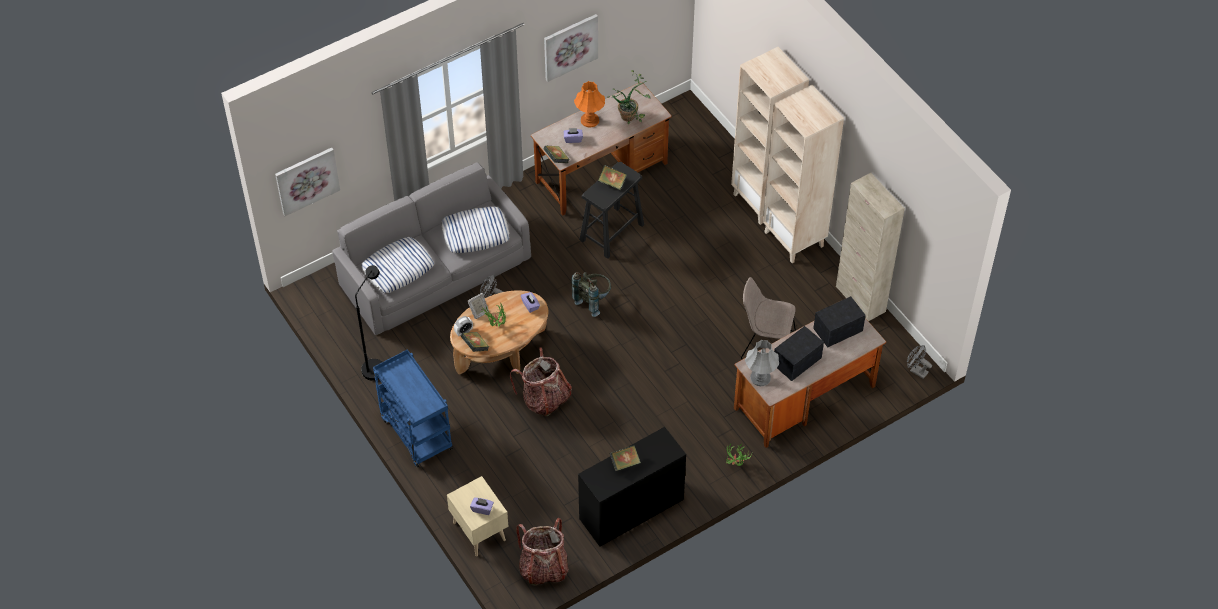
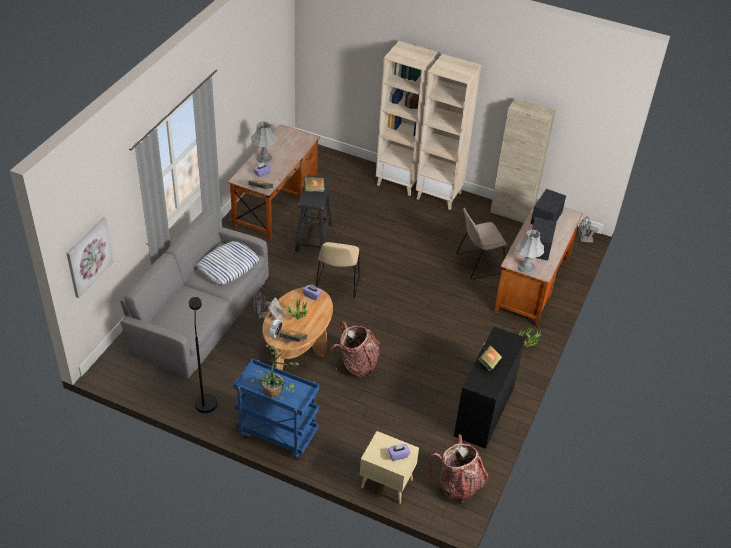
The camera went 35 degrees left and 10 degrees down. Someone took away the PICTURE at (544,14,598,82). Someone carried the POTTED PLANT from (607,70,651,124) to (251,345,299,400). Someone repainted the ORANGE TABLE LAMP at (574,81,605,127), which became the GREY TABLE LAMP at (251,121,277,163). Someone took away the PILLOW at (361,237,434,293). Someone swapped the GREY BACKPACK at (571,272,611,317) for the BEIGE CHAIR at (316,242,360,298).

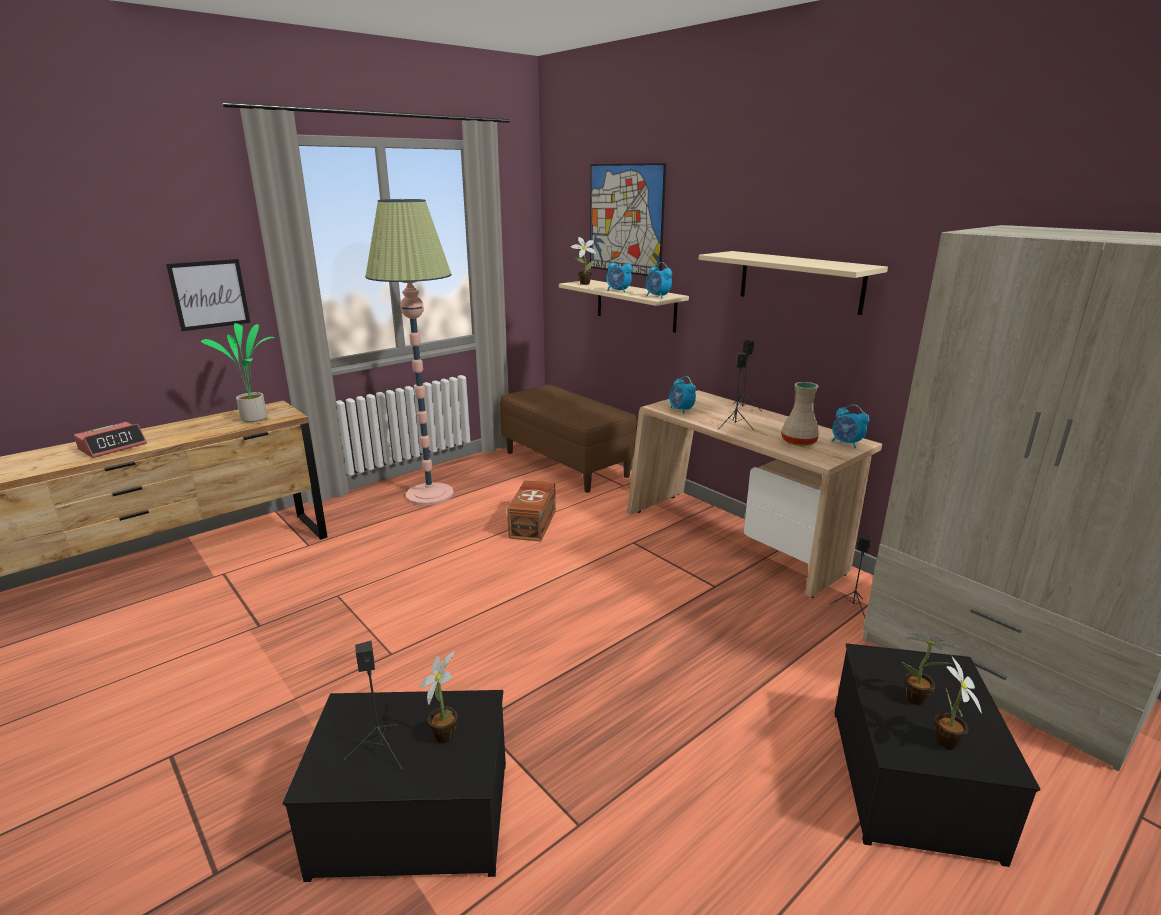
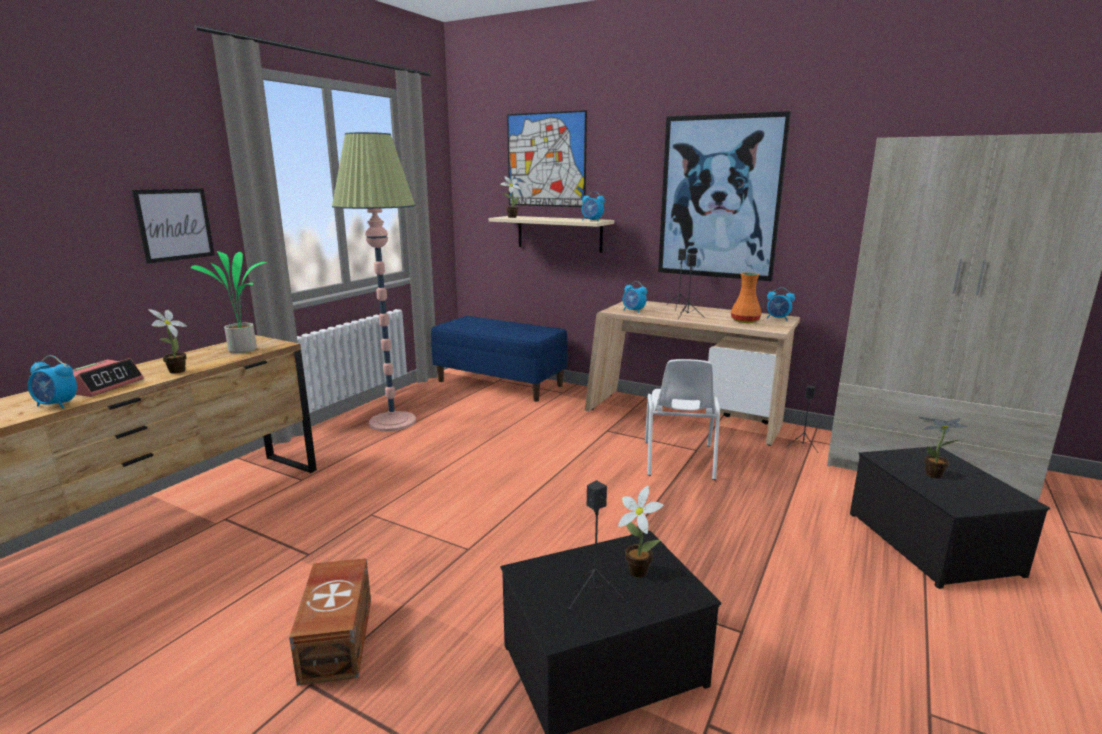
The camera went 20 degrees left and 5 degrees down. Someone swapped the BEIGE SHELF at (699,251,888,315) for the PICTURE at (658,111,791,281). Someone carried the ALARM CLOCK from (606,258,633,293) to (28,355,77,409). Someone repainted the BEIGE VASE at (781,382,820,446), which became the ORANGE VASE at (731,272,762,323). Someone repainted the BROWN BENCH at (500,384,637,493), which became the BLUE BENCH at (431,316,568,402). Someone carried the BROWN STORAGE BOX from (507,480,556,541) to (289,558,371,686). Someone carried the POTTED PLANT from (934,657,982,750) to (148,309,187,374). Someone put down the WHITE CHAIR at (645,359,720,480).

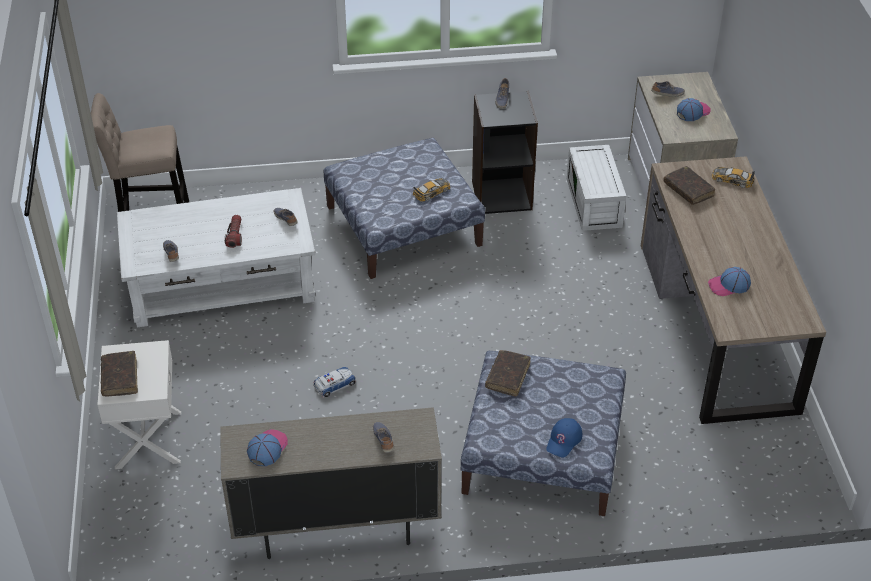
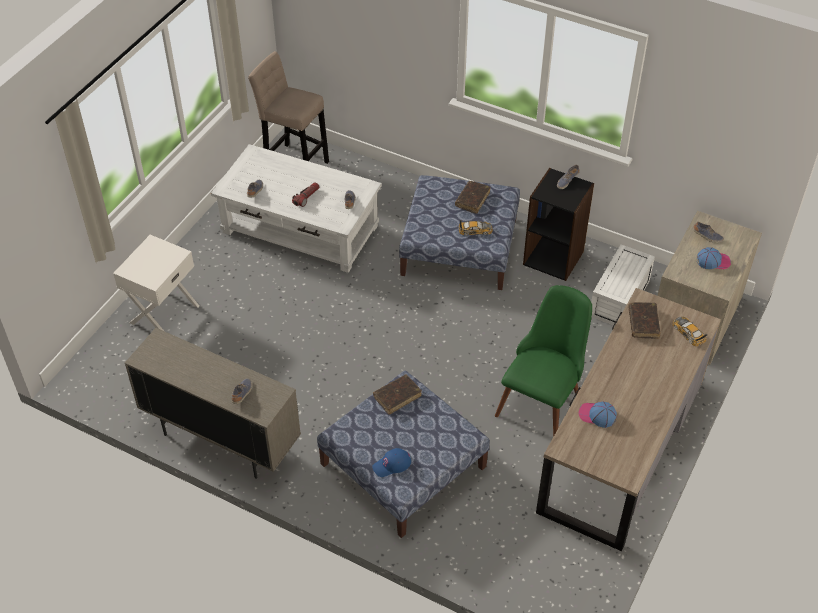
The camera went 35 degrees right and 5 degrees up. Someone carried the BROWN BOOK from (101,351,138,396) to (455,181,490,214). Someone took away the TOY CAR at (313,367,356,398). Someone took away the CAP at (247,429,288,466). Someone put down the GREEN CHAIR at (495,285,592,437).

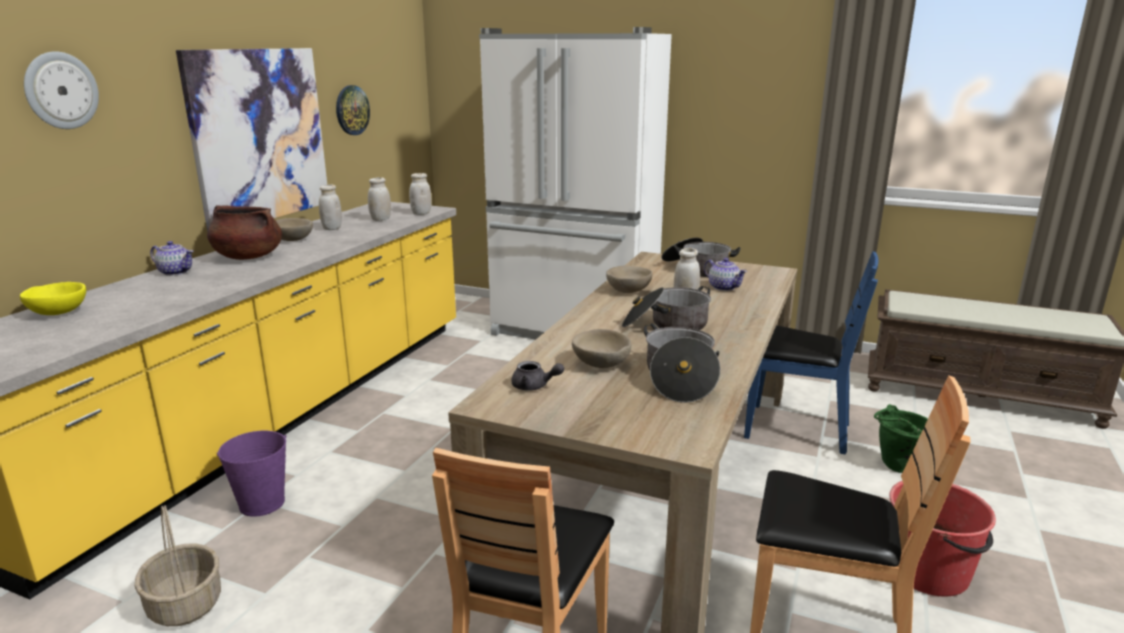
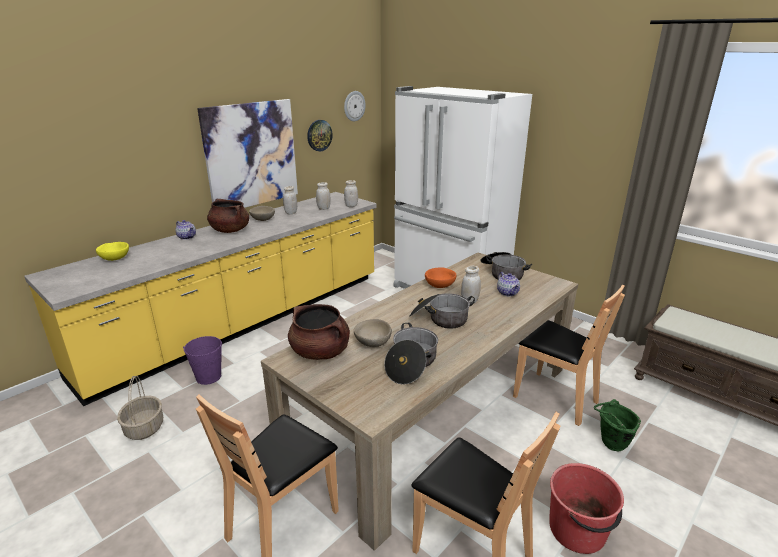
The camera went 20 degrees right and 5 degrees up. Someone carried the WALL CLOCK from (24,51,99,129) to (344,91,366,121). Someone repainted the BLUE CHAIR at (744,251,879,454), which became the BROWN CHAIR at (513,285,625,426). Someone repainted the BEIGE BOWL at (606,266,653,293), which became the ORANGE BOWL at (425,267,456,288). Someone swapped the GREY TEAPOT at (512,361,564,390) for the BROWN COOKING POT at (288,304,350,360).

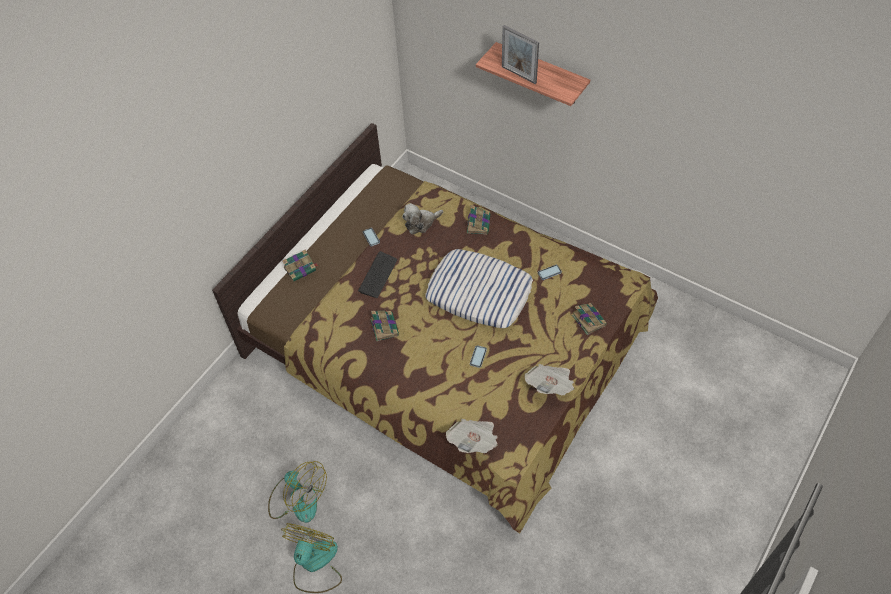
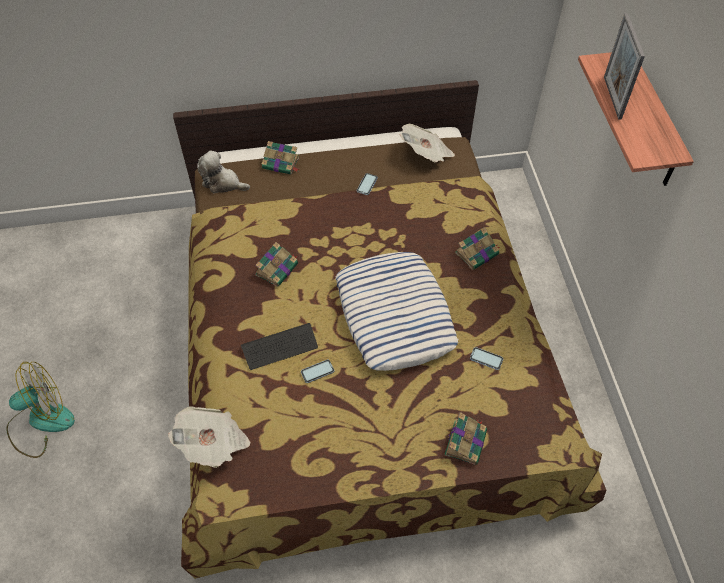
The camera went 45 degrees right and 0 degrees up. Someone carried the PLUSH TOY from (402,203,443,234) to (198,151,250,193). Someone carried the KEYBOARD from (358,251,397,298) to (241,323,318,370). Someone carried the NEWSPAPER from (524,364,574,395) to (400,124,455,162). Someone took away the FAN at (268,461,327,523).

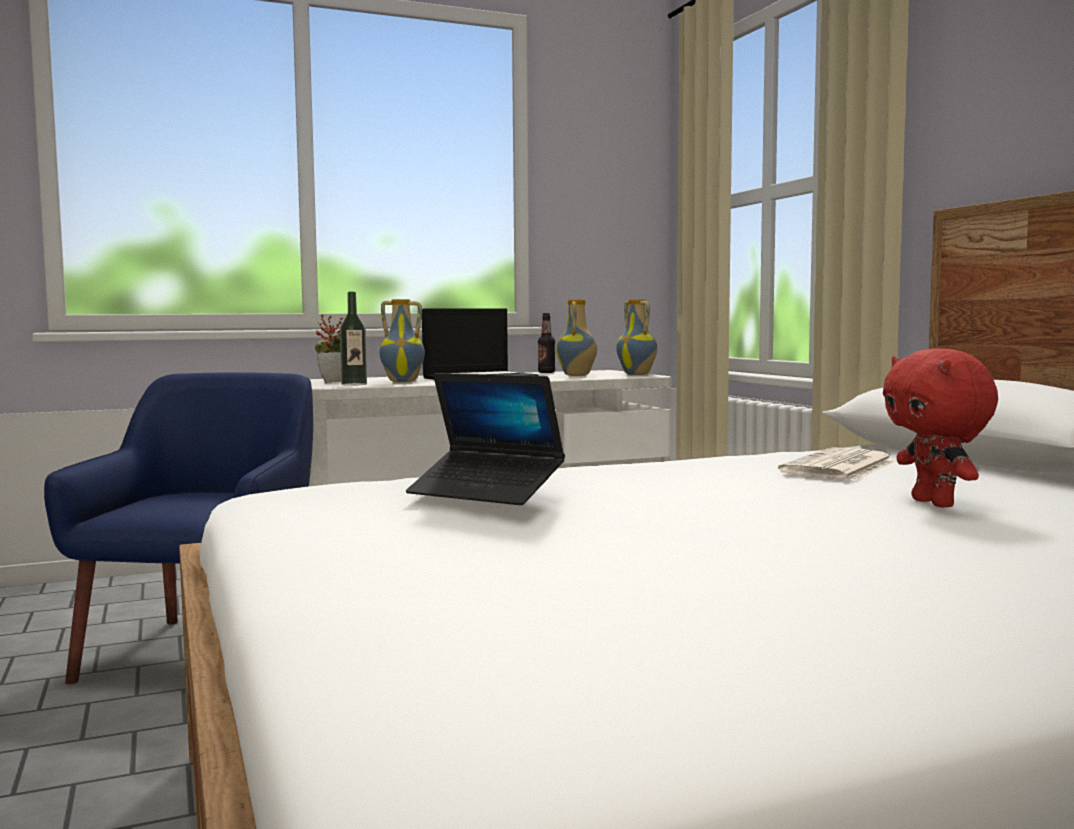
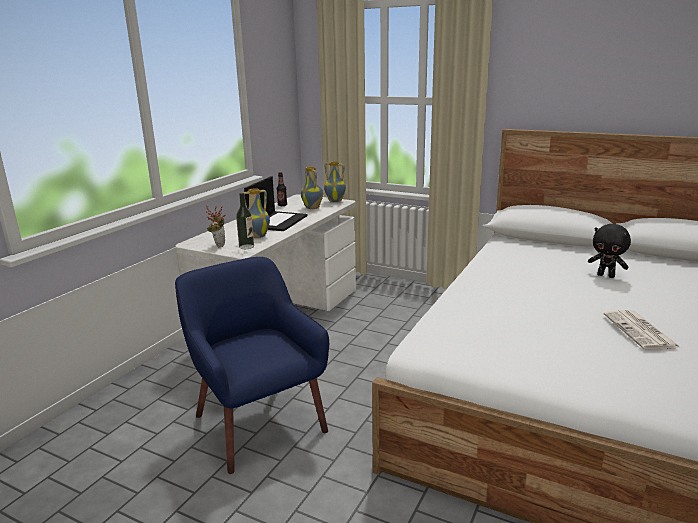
The camera went 40 degrees left and 15 degrees up. Someone repainted the RED PLUSH TOY at (883,348,998,507), which became the BLACK PLUSH TOY at (588,224,631,278). Someone took away the LAPTOP at (406,373,565,505). Someone carried the NEWSPAPER from (778,447,895,481) to (604,310,681,350).

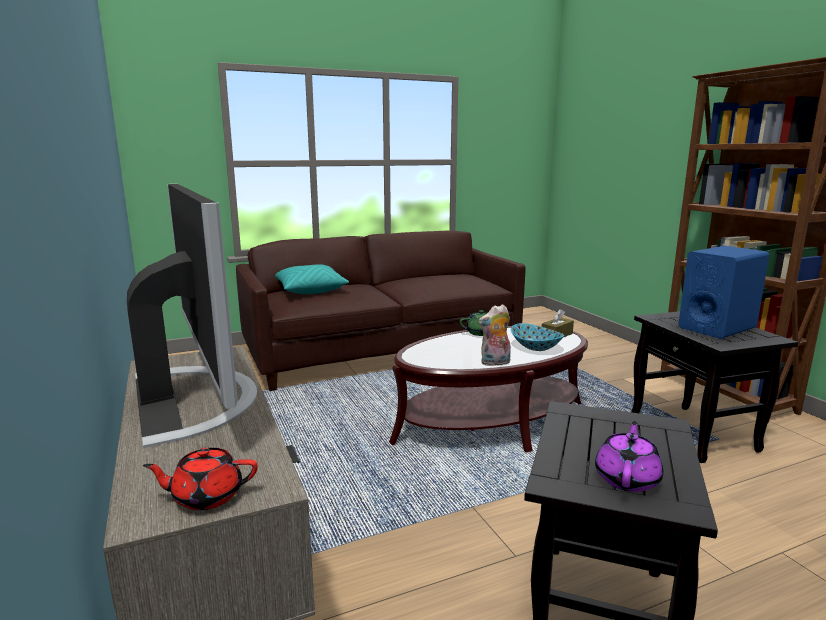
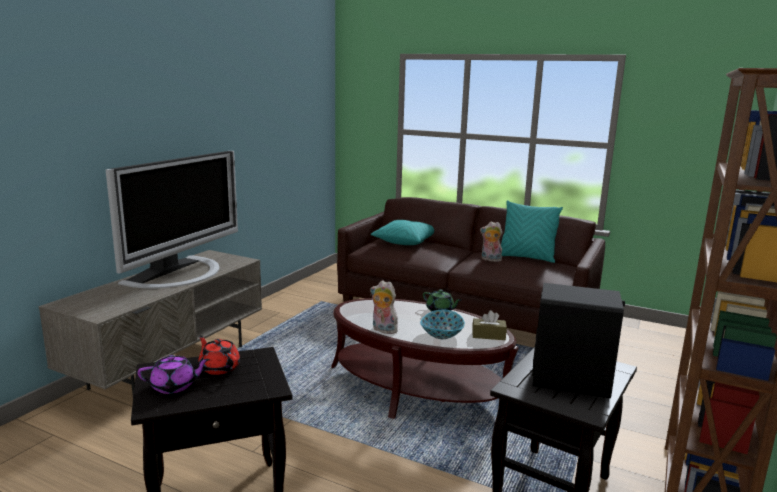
The camera went 50 degrees right and 0 degrees up. Someone repainted the BLUE SPEAKER at (678,246,769,339), which became the BLACK SPEAKER at (532,283,625,398). Someone carried the RED TEAPOT from (143,448,258,510) to (198,336,240,375). Someone put down the TURQUOISE PILLOW at (501,200,563,263). Someone put down the PLUSH TOY at (480,222,502,262).

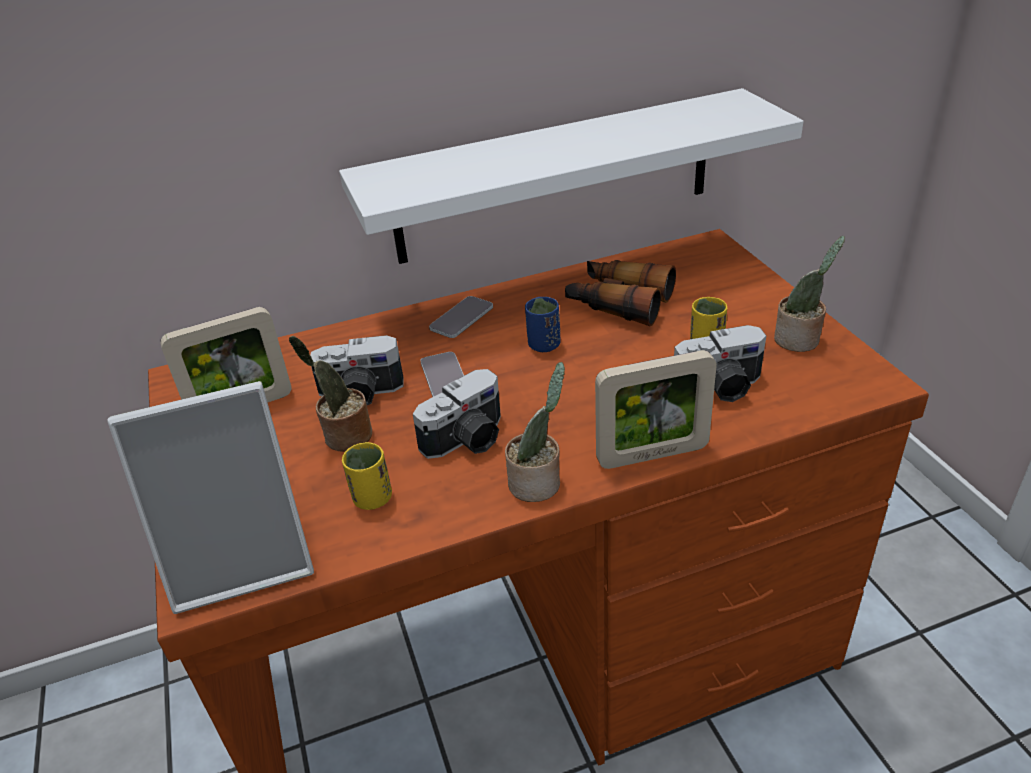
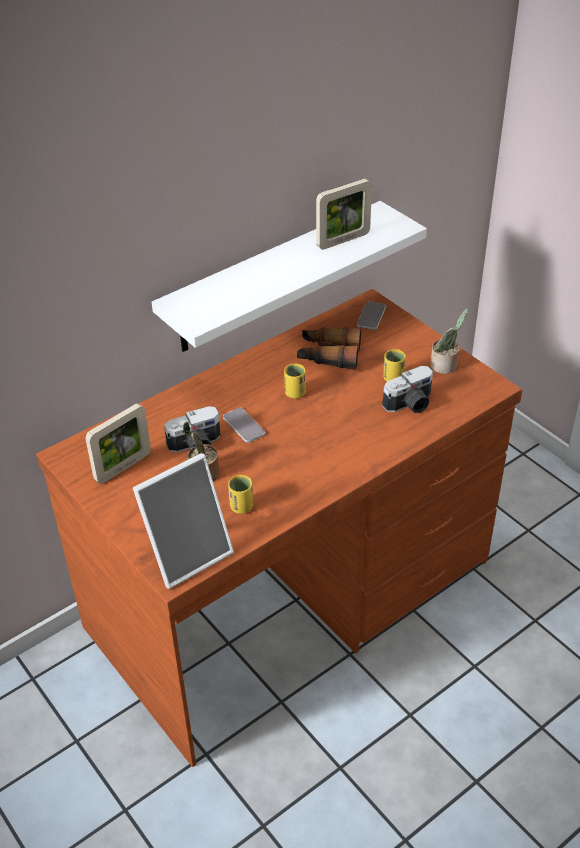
The camera went 20 degrees left and 5 degrees up. Someone carried the PHONE from (429,296,493,338) to (357,301,386,330). Someone repainted the BLUE CUP at (525,297,561,352), which became the YELLOW CUP at (284,364,306,399). Someone carried the PICTURE FRAME from (595,350,717,469) to (316,179,372,250). Someone took away the POTTED PLANT at (505,362,565,502). Someone took away the PHOTO CAMERA at (413,369,501,459).

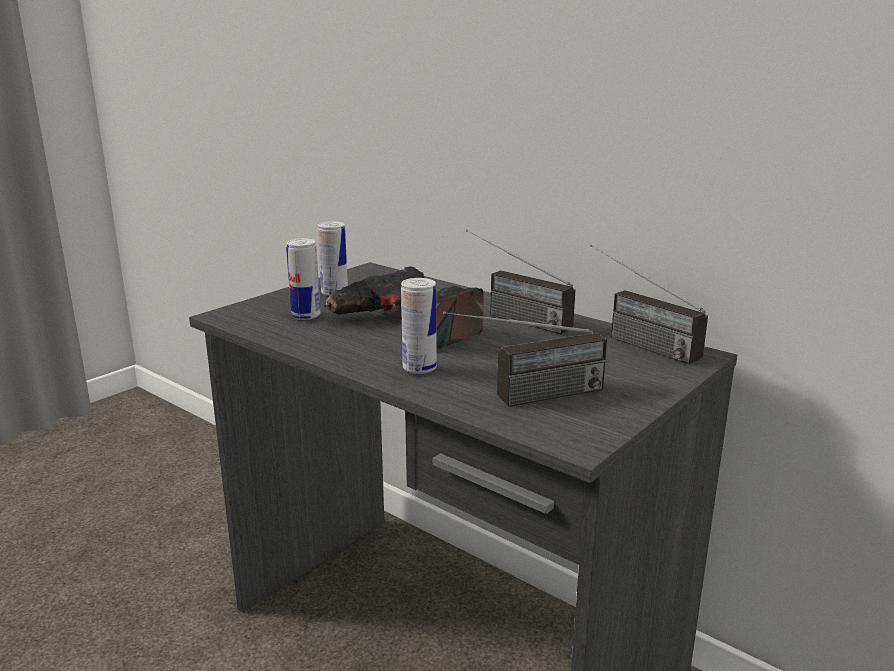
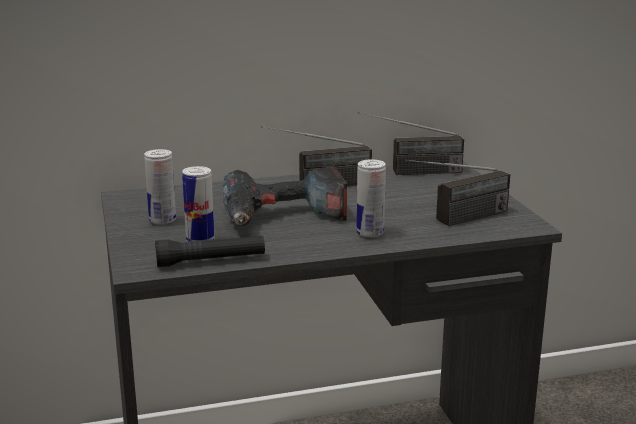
The camera went 55 degrees left and 0 degrees up. Someone rotated the RADIO at (443,311,607,407) by 45 degrees clockwise. Someone put down the BLACK FLASHLIGHT at (155,236,265,267).

